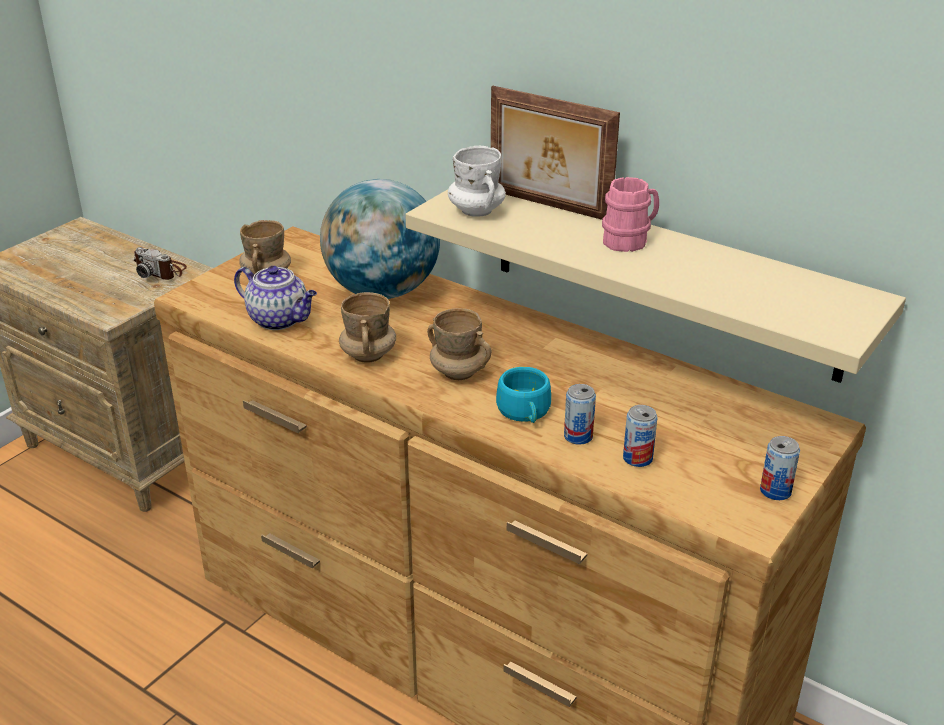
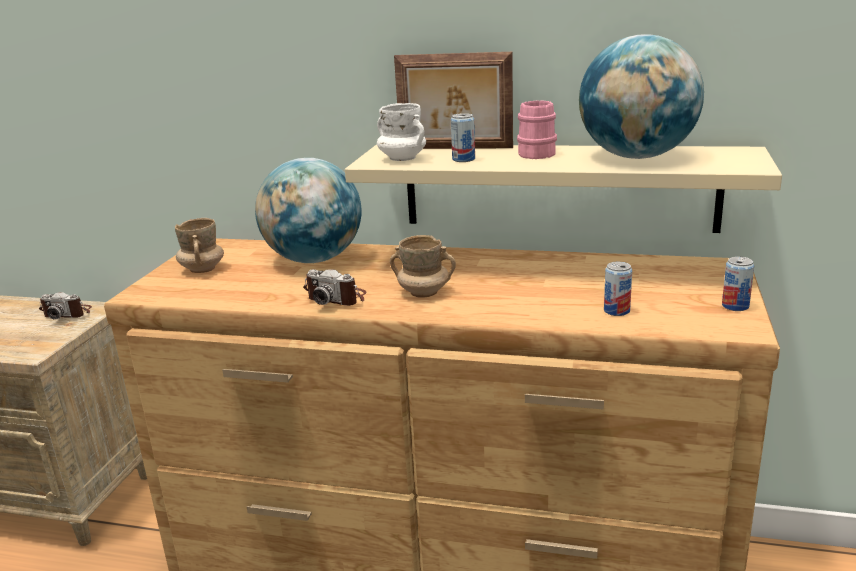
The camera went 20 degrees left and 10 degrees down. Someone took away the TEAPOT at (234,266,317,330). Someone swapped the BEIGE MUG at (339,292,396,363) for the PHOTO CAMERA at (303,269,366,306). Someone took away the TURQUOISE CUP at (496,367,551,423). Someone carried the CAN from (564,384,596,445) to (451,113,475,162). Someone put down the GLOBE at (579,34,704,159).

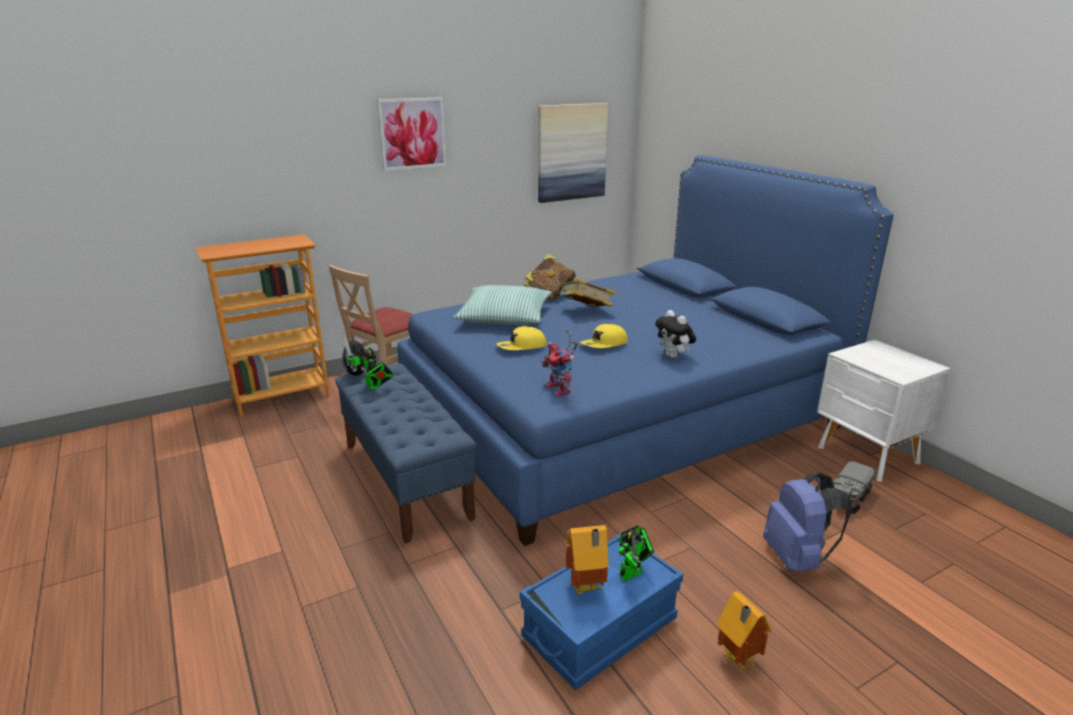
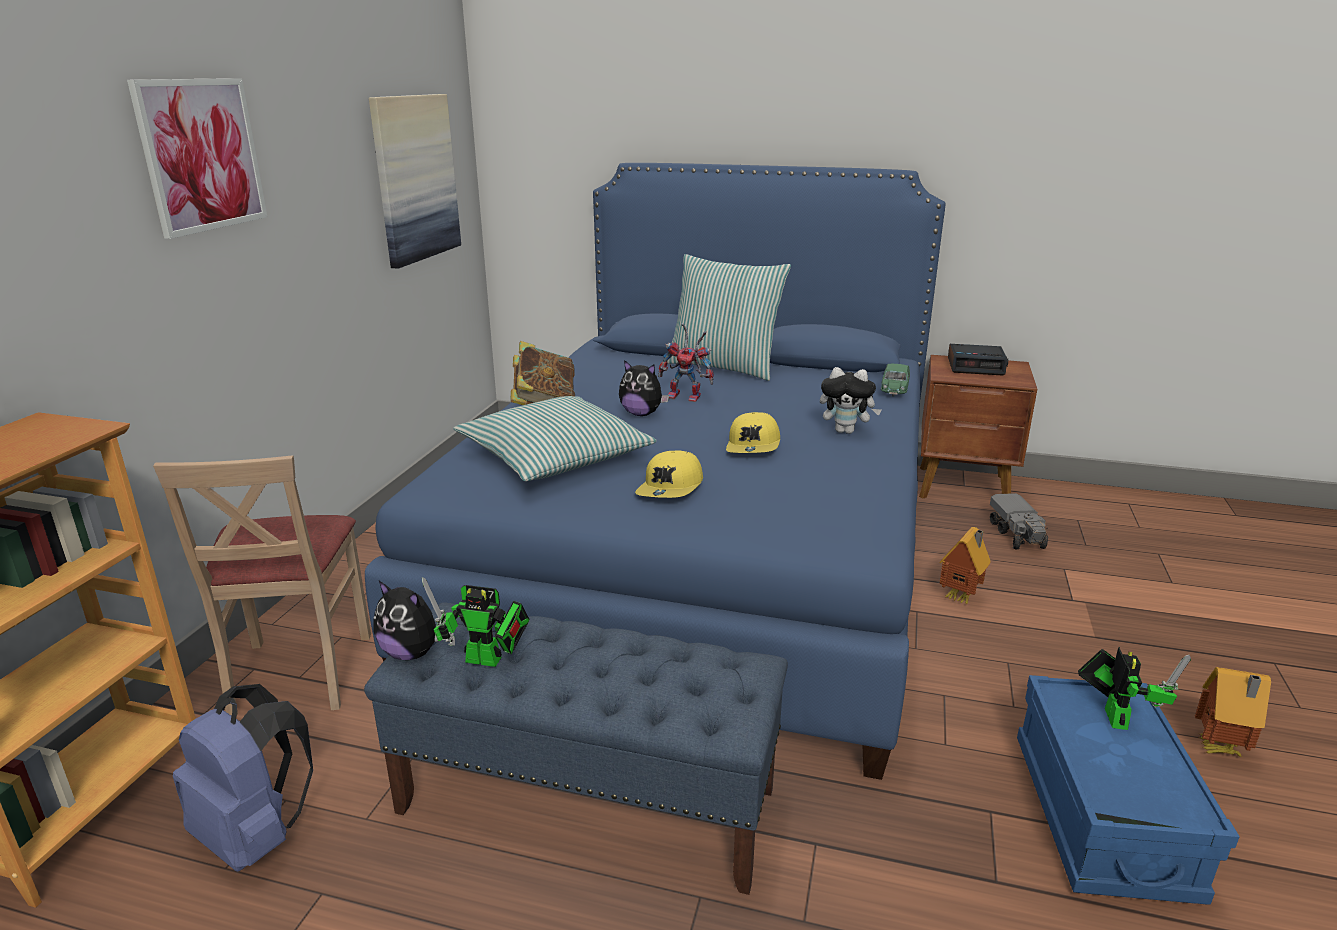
The camera went 45 degrees left and 0 degrees up. Someone swapped the BOOK at (559,279,616,307) for the PLUSH TOY at (619,360,669,416). Someone carried the TOY ROBOT from (541,329,578,397) to (658,323,714,402). Someone repainted the WHITE NIGHTSTAND at (817,340,951,482), which became the BROWN NIGHTSTAND at (919,355,1037,499). Someone carried the BLUE BACKPACK from (763,472,852,571) to (173,684,313,872). Someone carried the TOY HOUSE from (566,525,609,595) to (939,527,991,604). Someone put down the PILLOW at (667,254,791,381). Someone put down the ALARM CLOCK at (948,344,1008,376). Someone put down the GREEN TOY CAR at (881,364,910,396).

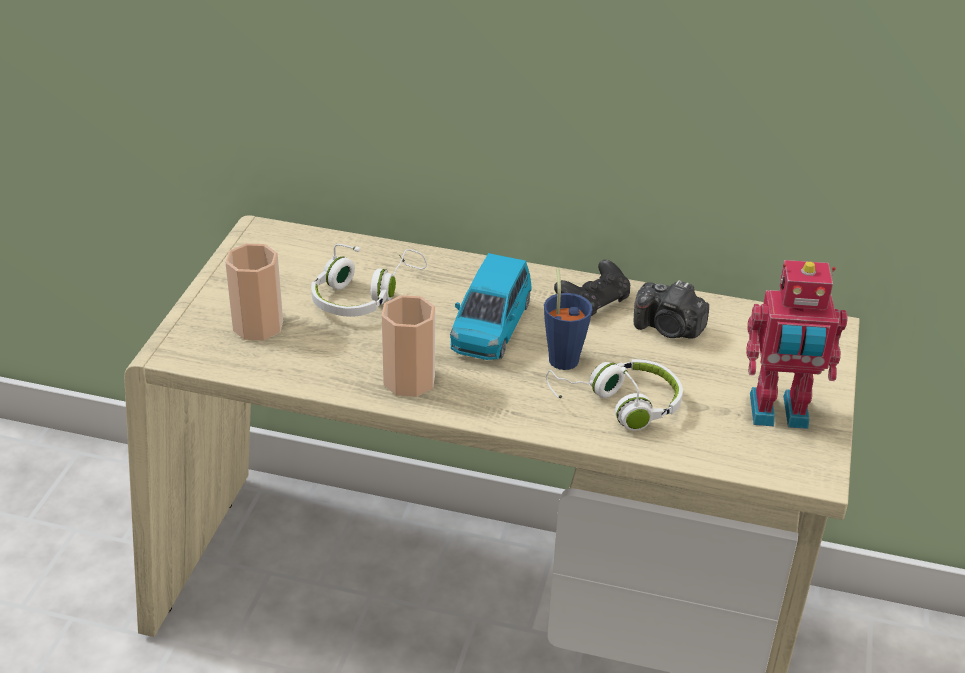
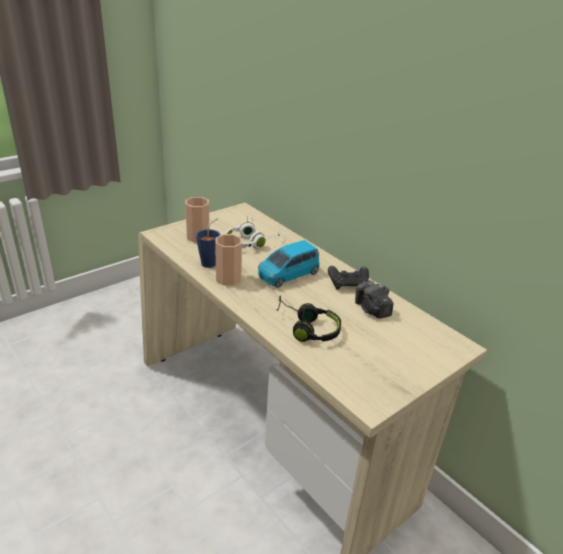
The camera went 35 degrees right and 5 degrees down. Someone took away the TOY ROBOT at (746,260,848,429). Someone carried the BLUE CUP from (544,268,593,370) to (196,218,220,268). Someone repainted the WHITE HEADPHONES at (546,359,683,430), which became the BLACK HEADPHONES at (276,295,341,342).

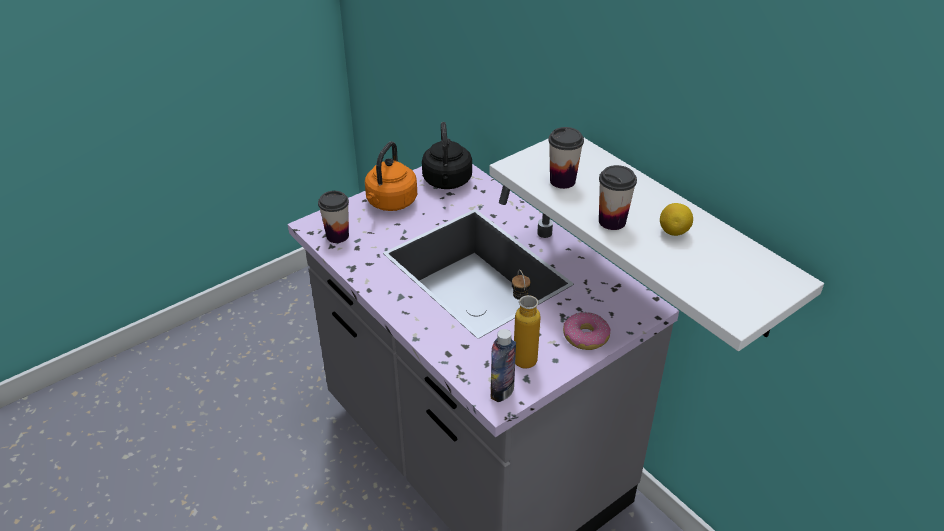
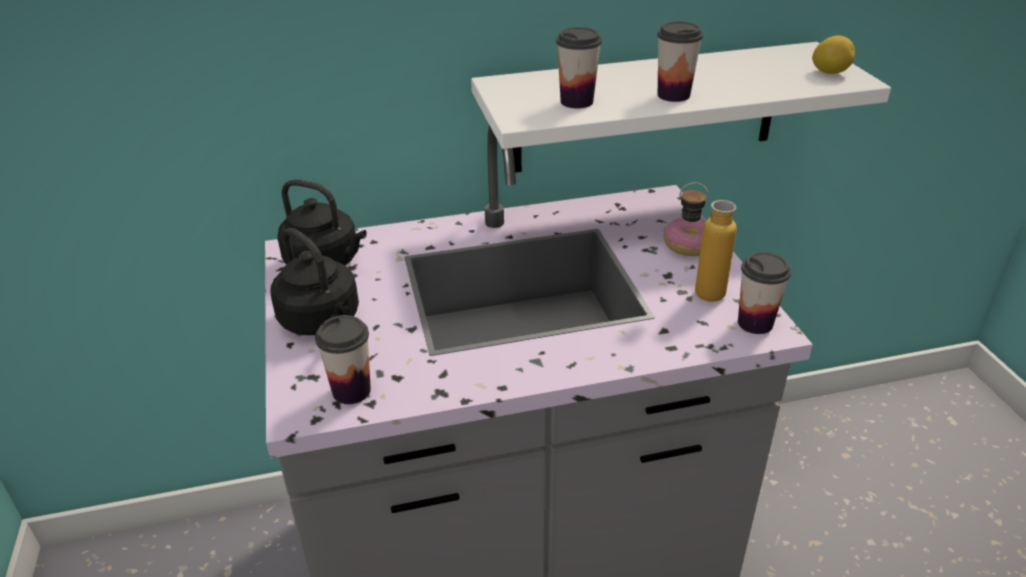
The camera went 65 degrees left and 5 degrees down. Someone repainted the ORANGE KETTLE at (365,141,417,211), which became the BLACK KETTLE at (270,228,359,335). Someone carried the LEMON from (660,203,693,236) to (812,35,855,74). Someone swapped the BOTTLE at (491,329,516,402) for the CUP at (738,252,791,334).

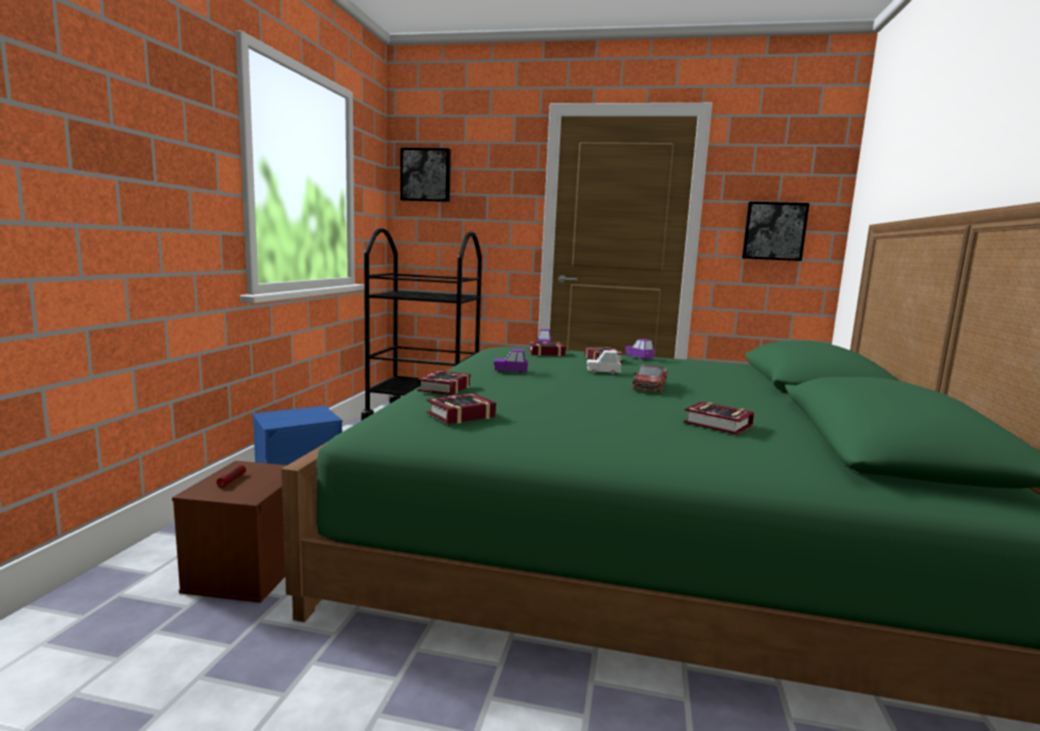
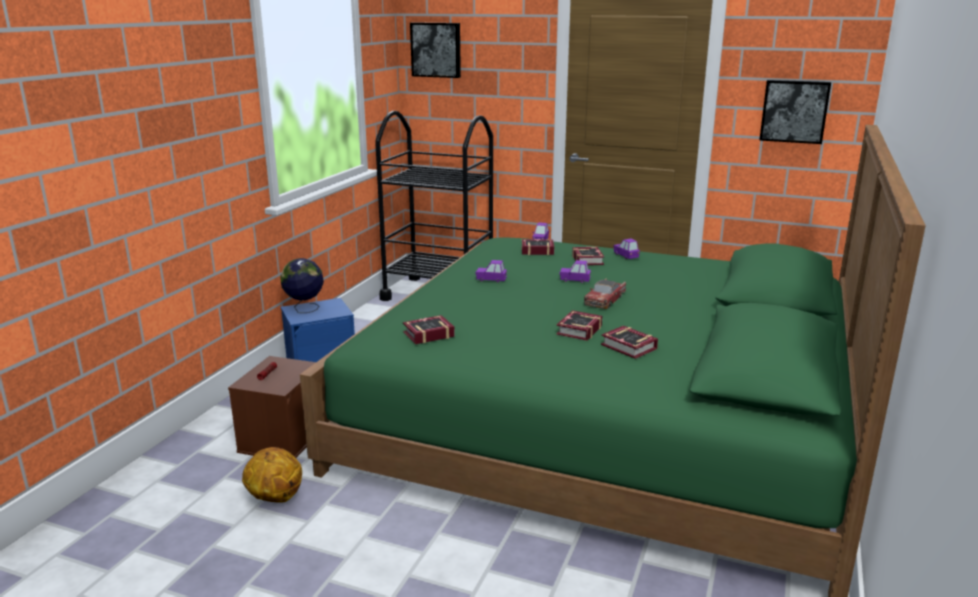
The camera went 10 degrees right and 10 degrees up. Someone repainted the WHITE TOY CAR at (587,350,621,375), which became the PURPLE TOY CAR at (560,260,591,283). Someone carried the BOOK from (417,370,470,395) to (556,310,602,341). Someone put down the GLOBE at (280,258,324,313). Someone put down the BASKETBALL at (242,447,302,503).

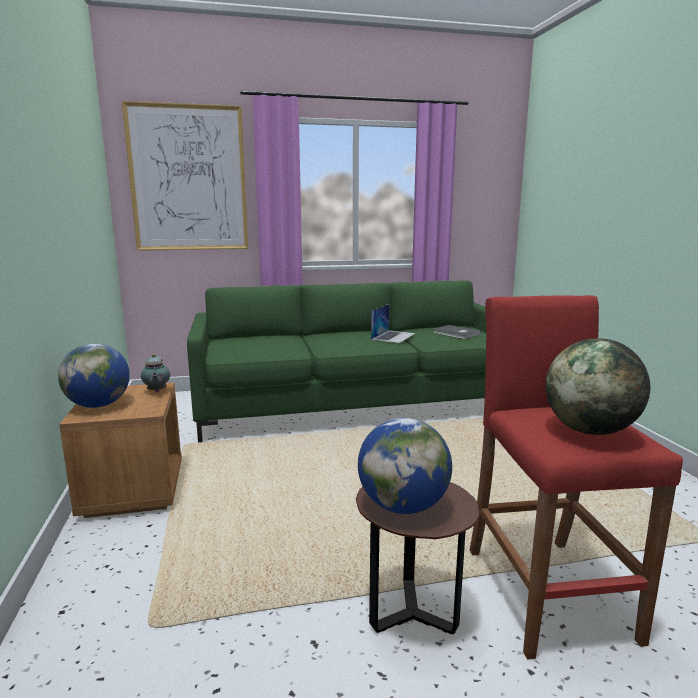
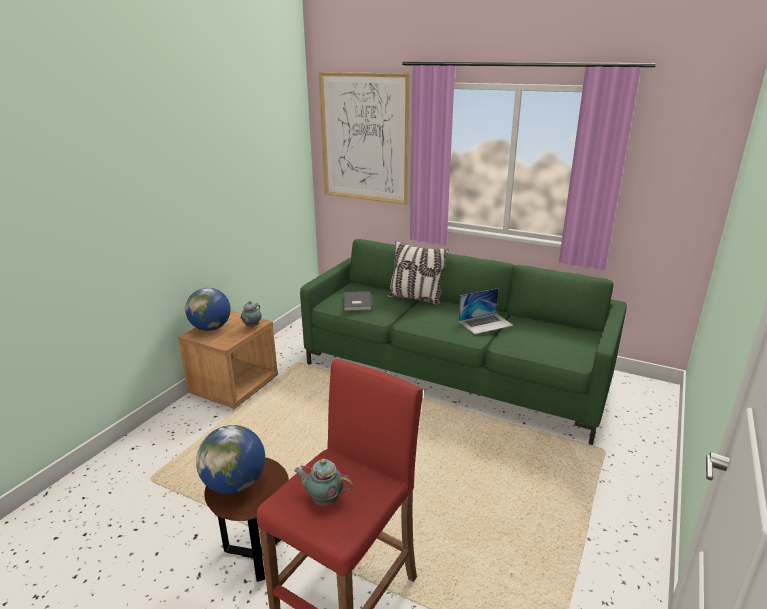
The camera went 40 degrees right and 10 degrees up. Someone carried the GREY BOOK from (433,325,481,339) to (344,292,372,311). Someone swapped the GLOBE at (545,338,650,435) for the TEAPOT at (294,459,353,506). Someone put down the PILLOW at (387,241,449,306).

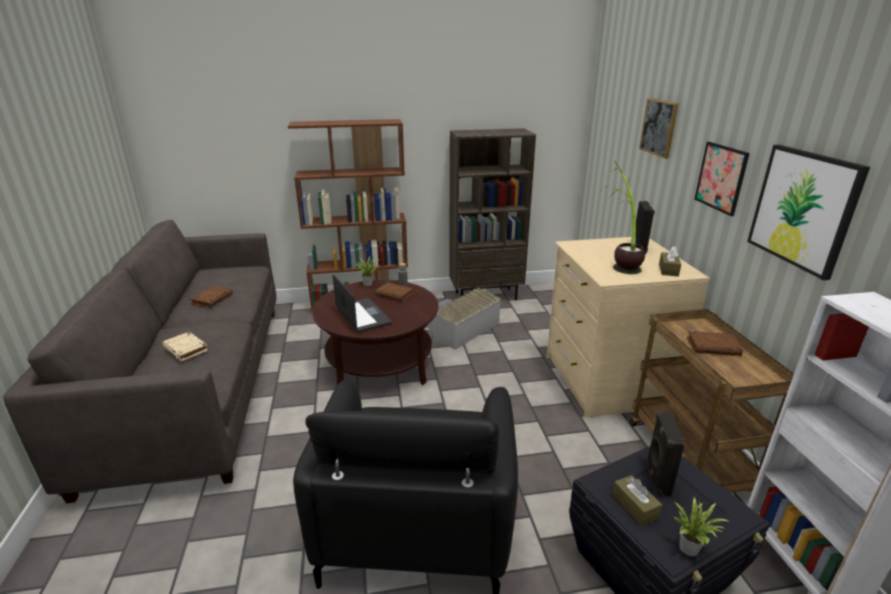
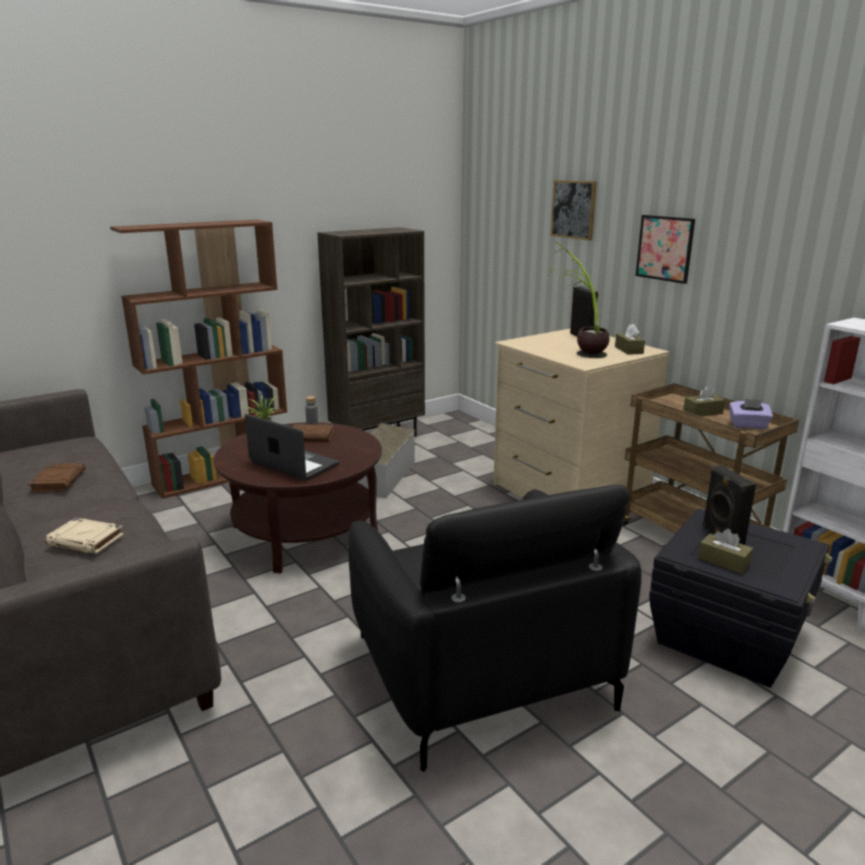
The camera went 25 degrees left and 5 degrees down. Someone took away the PICTURE at (747,145,870,280). Someone swapped the BROWN BOOK at (687,331,743,356) for the BROWN TISSUE BOX at (683,385,725,416). Someone took away the POTTED PLANT at (674,497,728,556). Someone put down the PURPLE TISSUE BOX at (729,399,773,429).

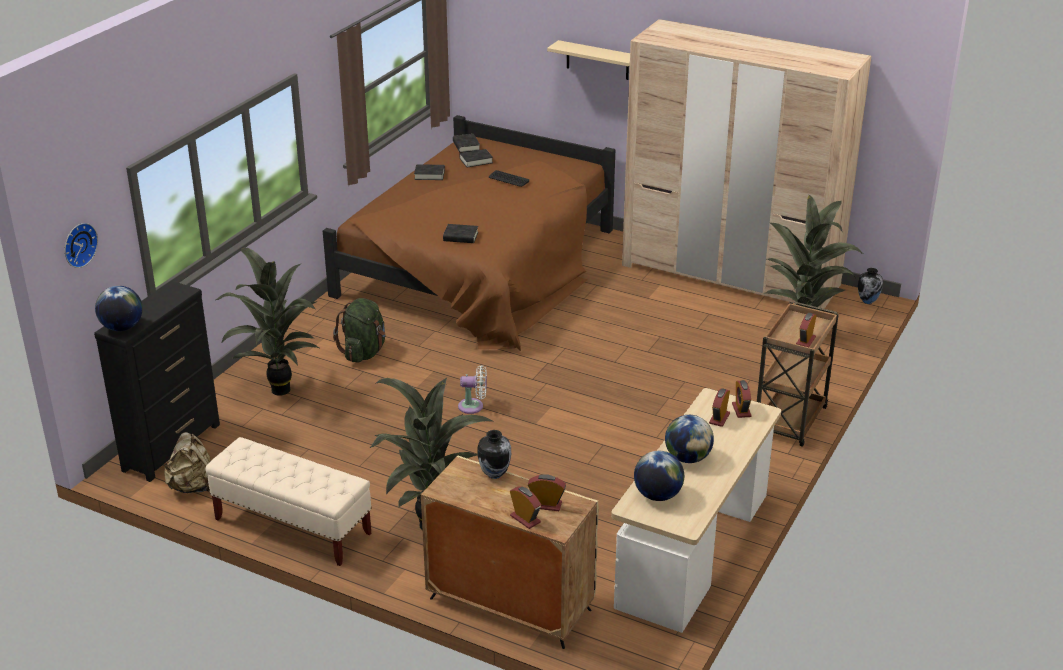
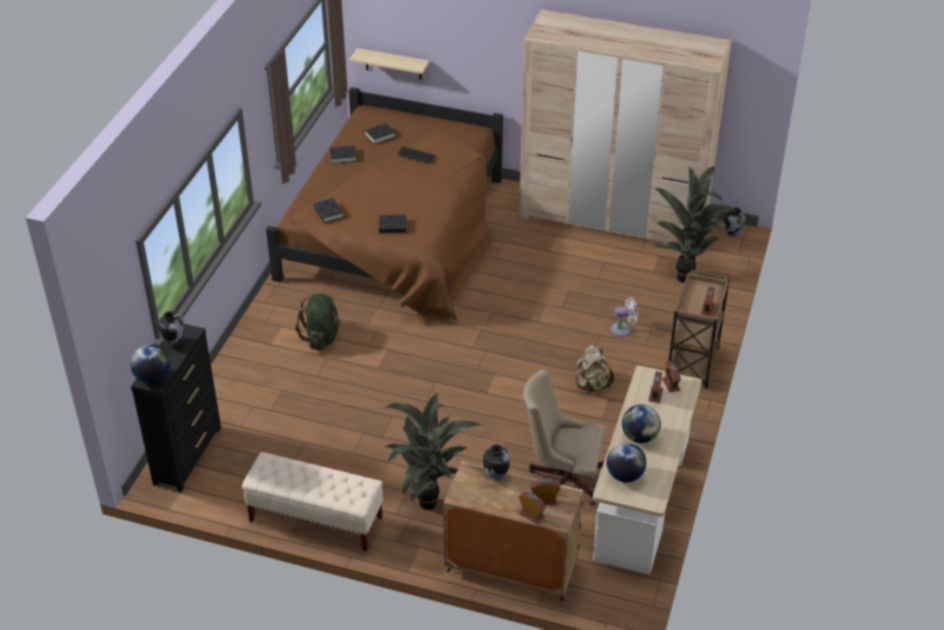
The camera went 10 degrees left and 10 degrees up. Someone carried the BEIGE SHELF from (547,40,630,80) to (350,48,430,80). Someone carried the BLACK BOOK from (453,134,480,153) to (314,198,343,223). Someone took away the WALL CLOCK at (65,223,98,268). Someone took away the POTTED PLANT at (216,247,319,396). Someone carried the WHITE FAN from (458,365,487,414) to (611,297,638,337). Someone carried the BEIGE BACKPACK from (163,432,211,493) to (575,345,614,391). Someone put down the VASE at (158,311,185,347). Someone put down the BEIGE OFFICE CHAIR at (524,369,605,505).

